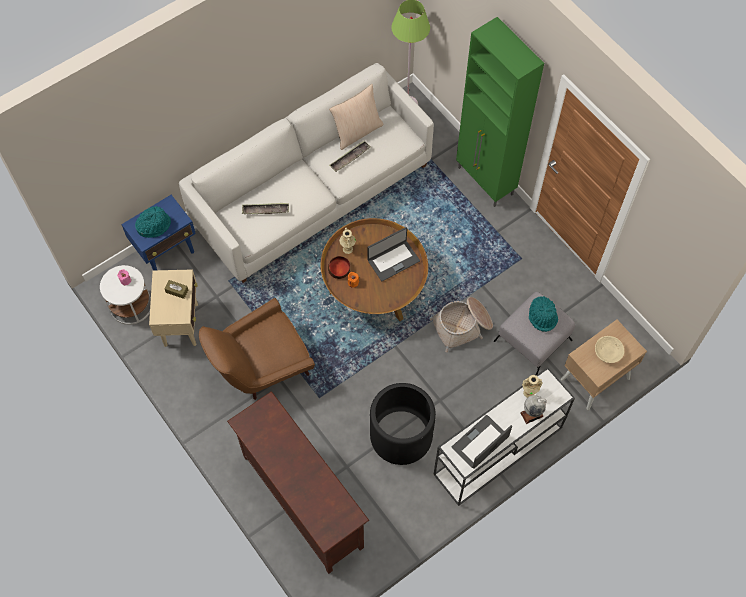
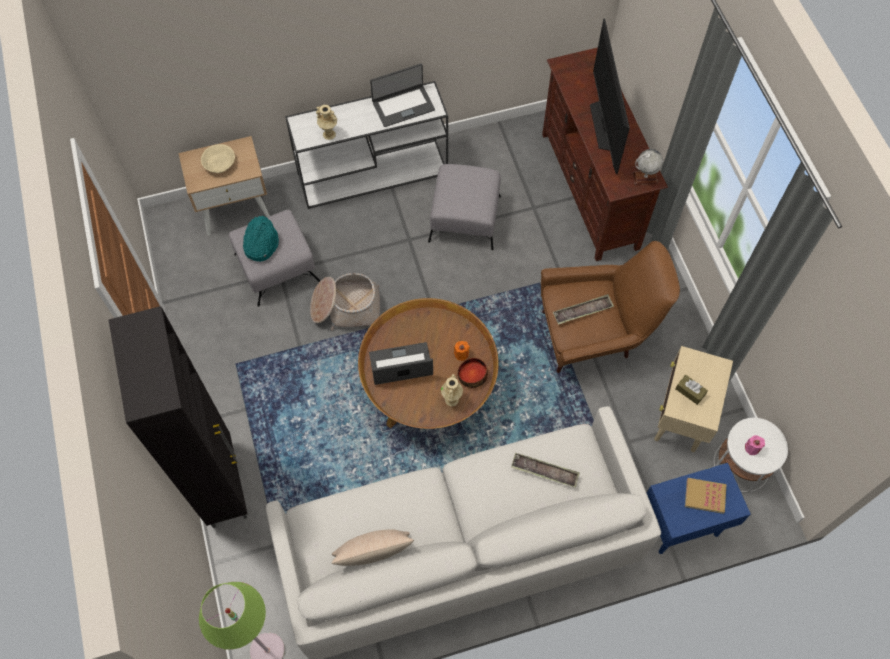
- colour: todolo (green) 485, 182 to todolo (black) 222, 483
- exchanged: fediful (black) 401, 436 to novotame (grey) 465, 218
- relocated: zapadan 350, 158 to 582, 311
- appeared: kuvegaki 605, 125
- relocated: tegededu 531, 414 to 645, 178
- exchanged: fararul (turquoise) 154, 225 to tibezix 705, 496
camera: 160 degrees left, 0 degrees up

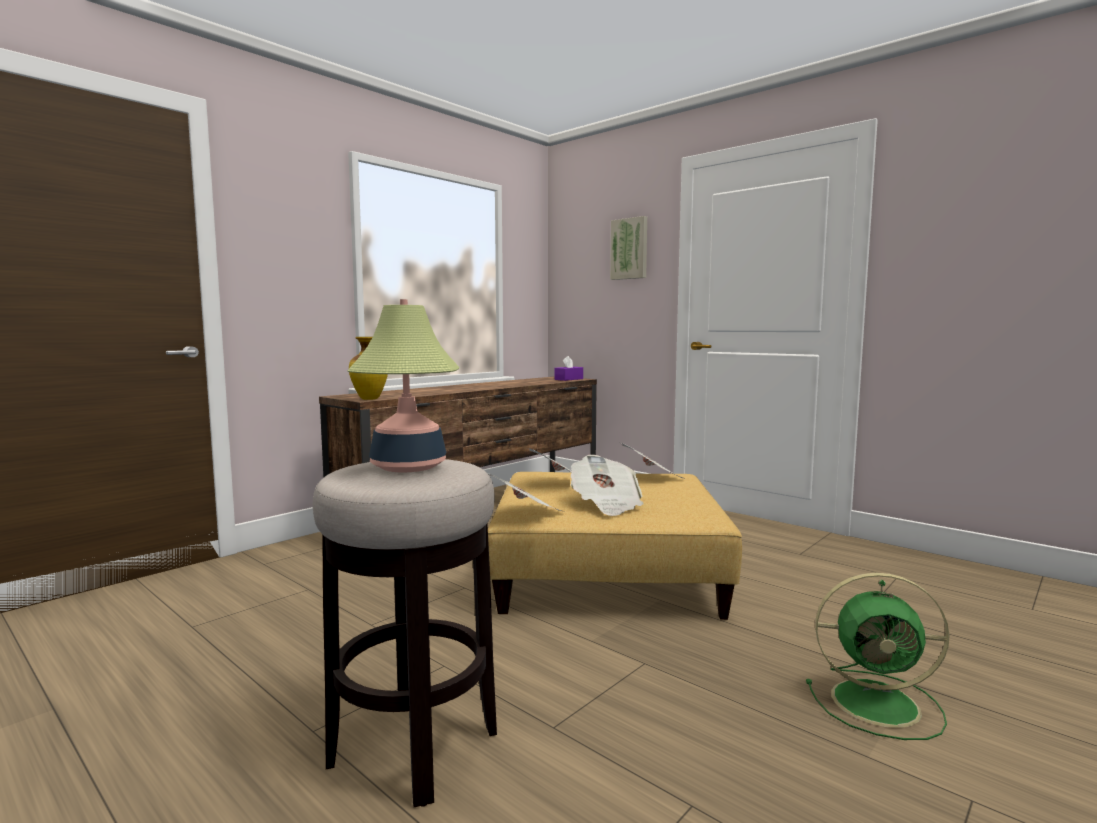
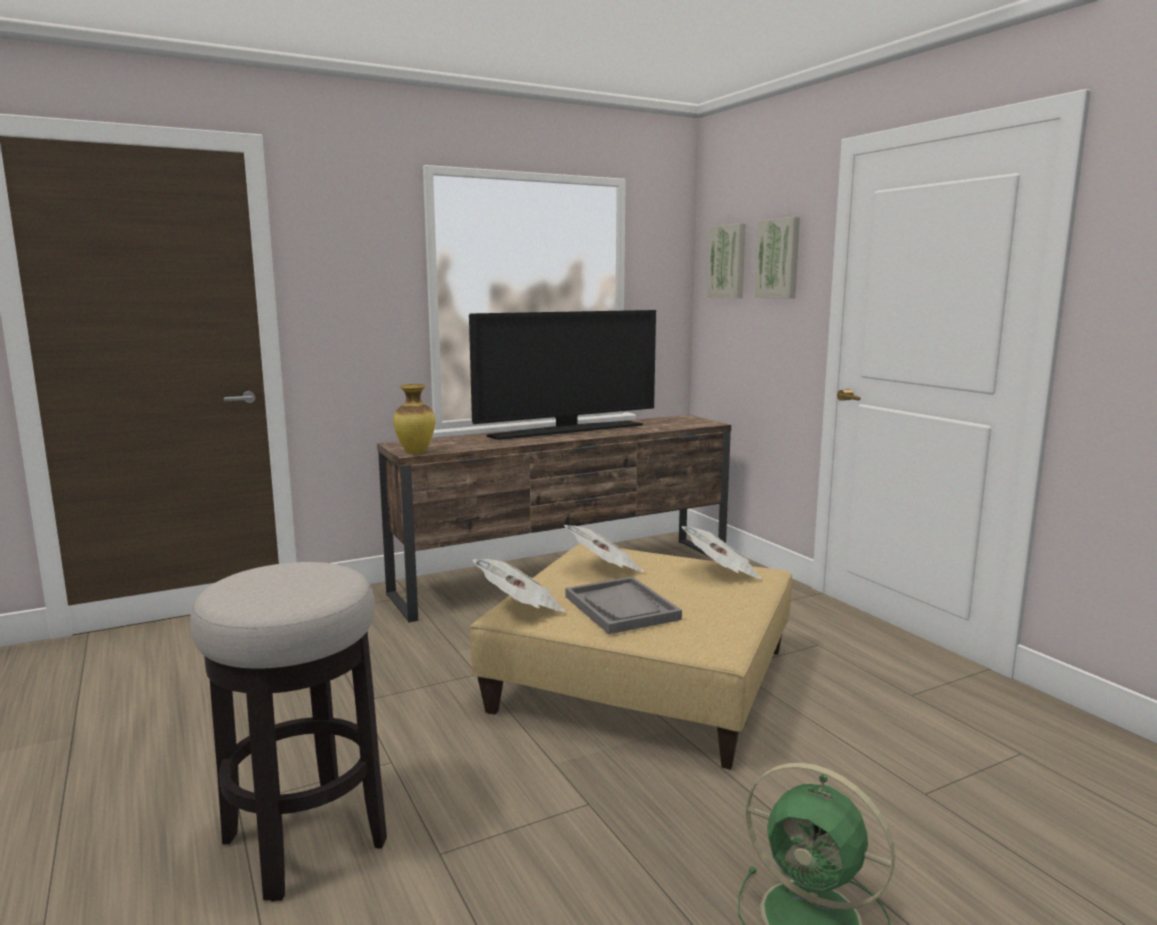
- appeared: kuvegaki 567, 431
- exchanged: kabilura 606, 505 to zapadan (grey) 622, 608
- appeared: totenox 728, 261
- missing: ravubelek 409, 466
- missing: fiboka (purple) 568, 379
camera: 20 degrees right, 5 degrees up

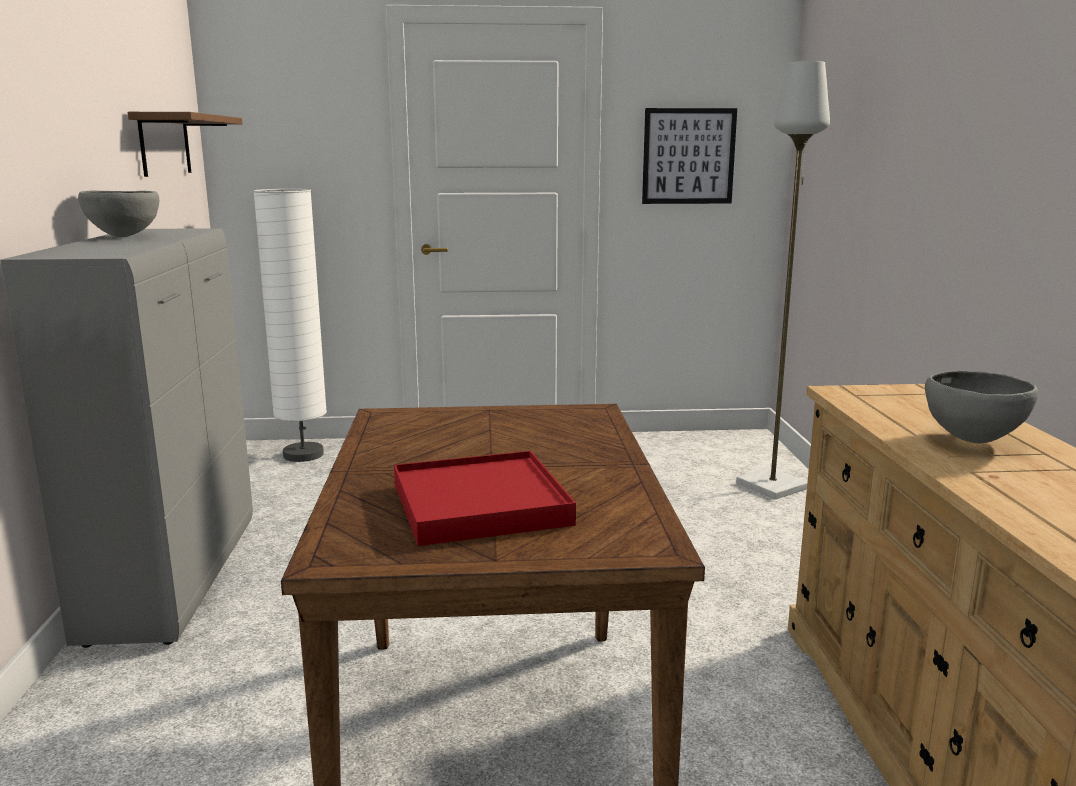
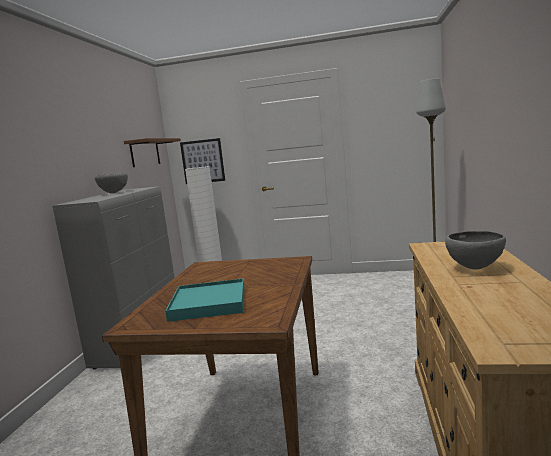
- colour: zapadan (red) 479, 504 to zapadan (turquoise) 208, 303
- relocated: totenox 688, 156 to 202, 161
camera: 15 degrees right, 5 degrees down

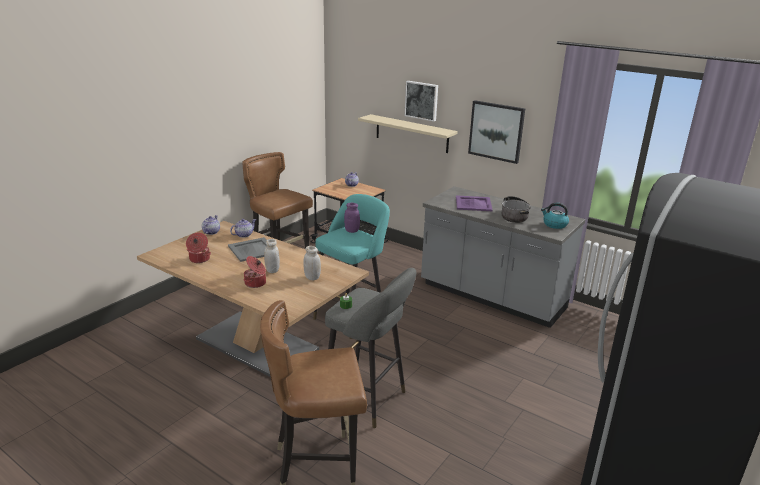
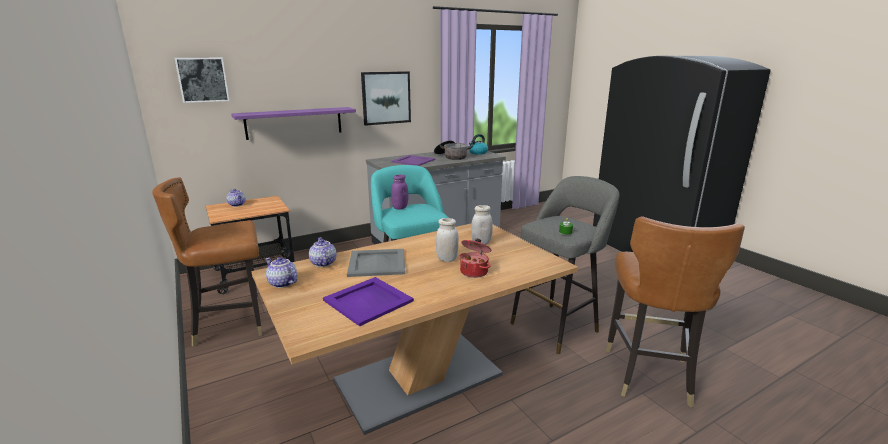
- relocated: totenox 422, 100 to 202, 79
- colour: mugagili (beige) 411, 133 to mugagili (purple) 294, 123
- exchanged: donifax 199, 259 to zapadan (purple) 369, 300
camera: 65 degrees left, 5 degrees down

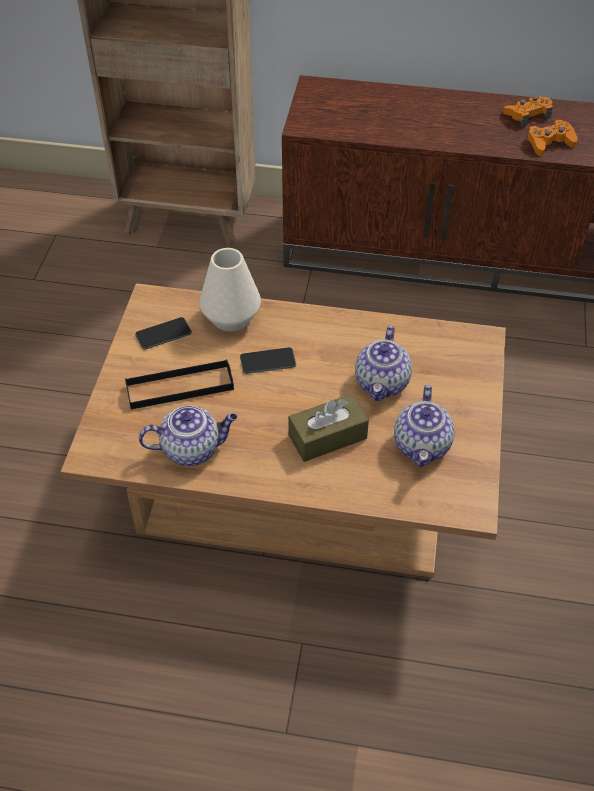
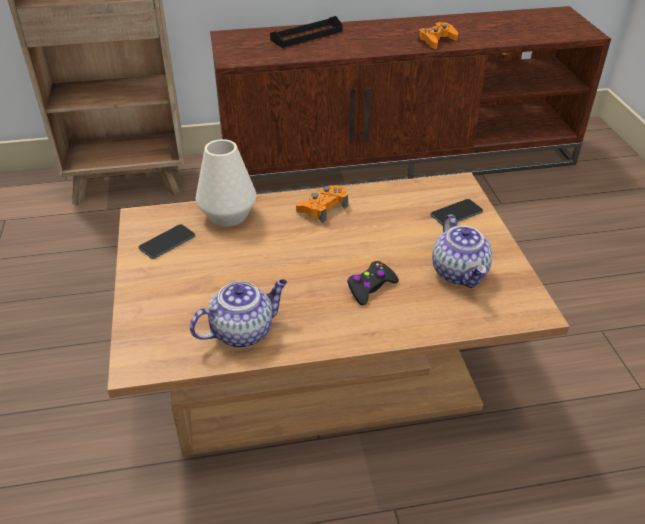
- relocated: zapadan (black) 180, 387 to 306, 35
- relocated: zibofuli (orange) 527, 115 to 323, 208
- exchanged: fiboka (brown) 327, 437 to zibofuli (black) 370, 287
- relocated: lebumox 267, 361 to 456, 213
- missing: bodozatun 382, 383
camera: 20 degrees left, 10 degrees down

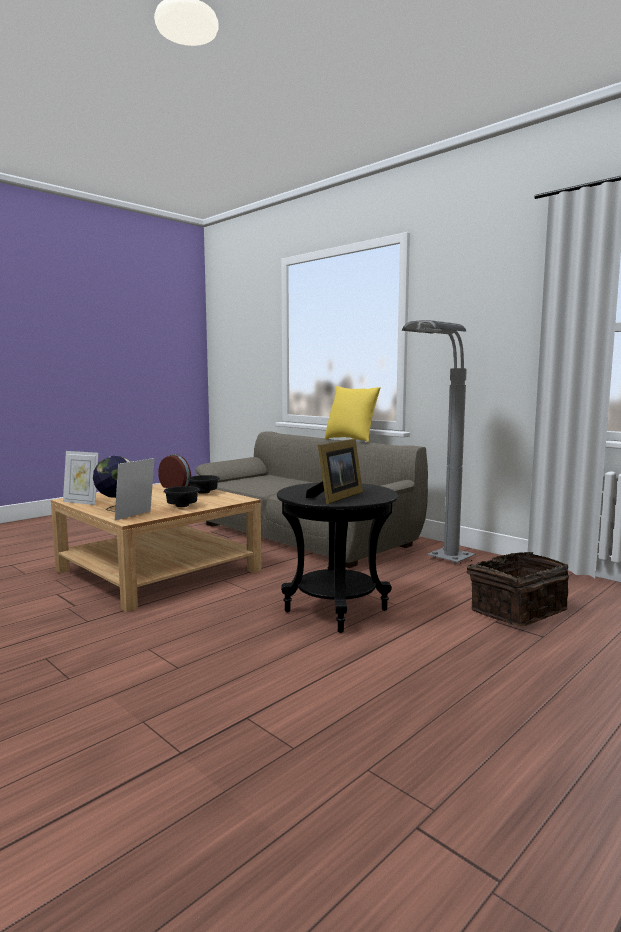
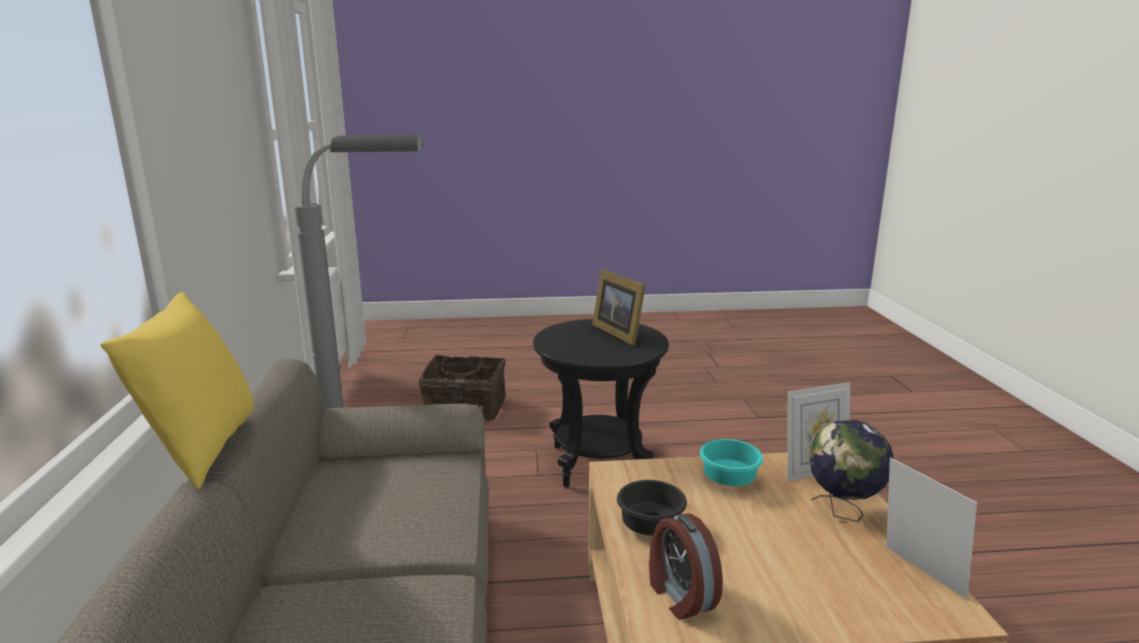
- spun: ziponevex 336, 497 = 619, 332 105 degrees counterclockwise
- colour: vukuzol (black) 181, 506 to vukuzol (turquoise) 729, 481
camera: 140 degrees left, 10 degrees up

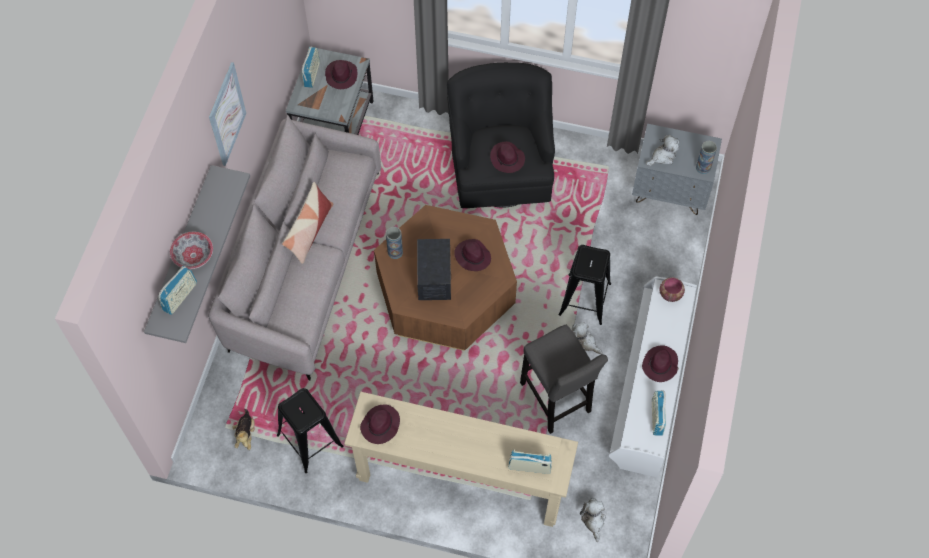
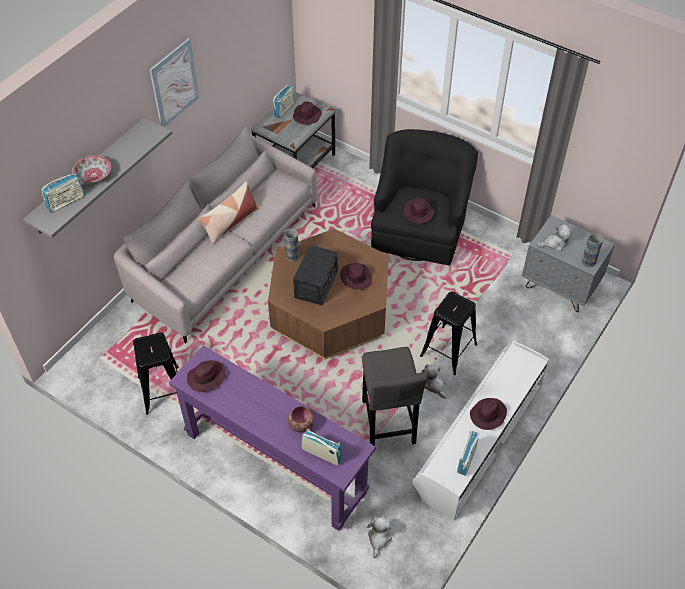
- colour: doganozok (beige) 461, 479 to doganozok (purple) 275, 463
- relocated: vukuzol 670, 294 to 301, 424
- missing: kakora 246, 434
camera: 20 degrees right, 10 degrees down

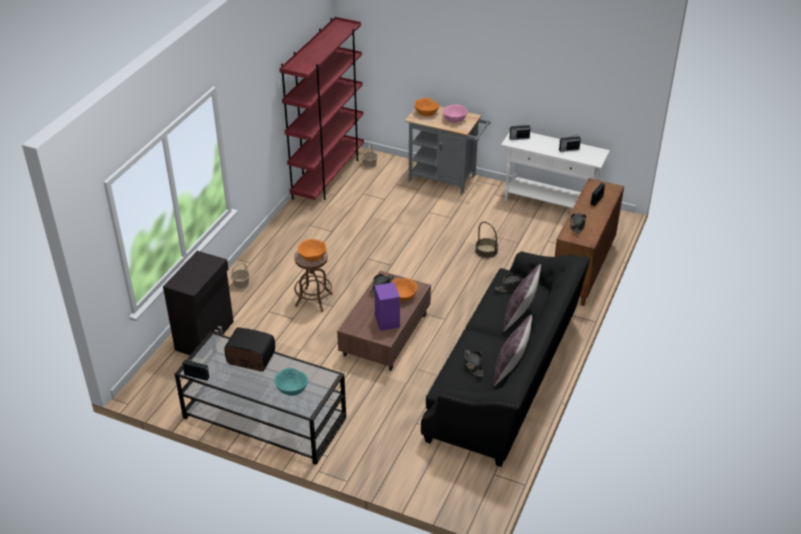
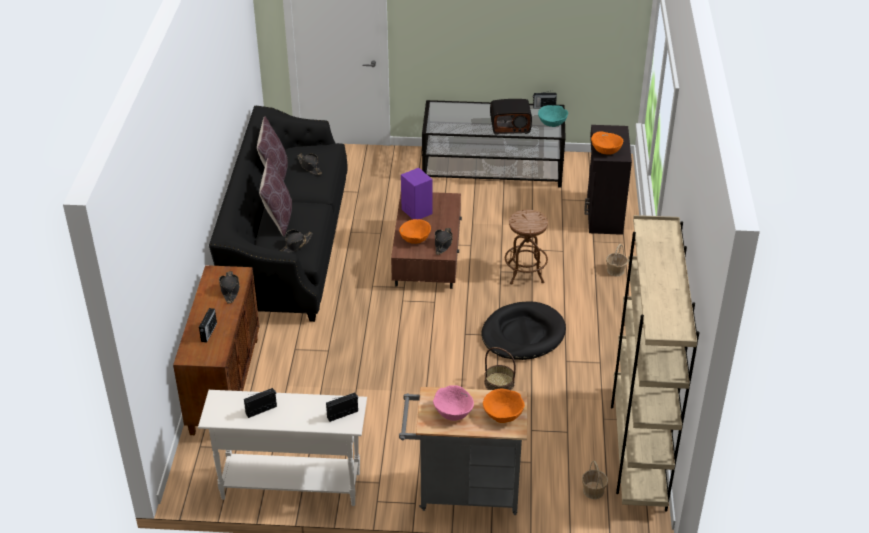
- appeared: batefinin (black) 523, 334
- relocated: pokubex 486, 251 to 499, 383
- relocated: vukuzol (turquoise) 292, 388 to 552, 123
- relocated: vukuzol (orange) 312, 256 to 606, 150
- colour: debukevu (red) 328, 176 to debukevu (beige) 637, 450
camera: 160 degrees right, 0 degrees up

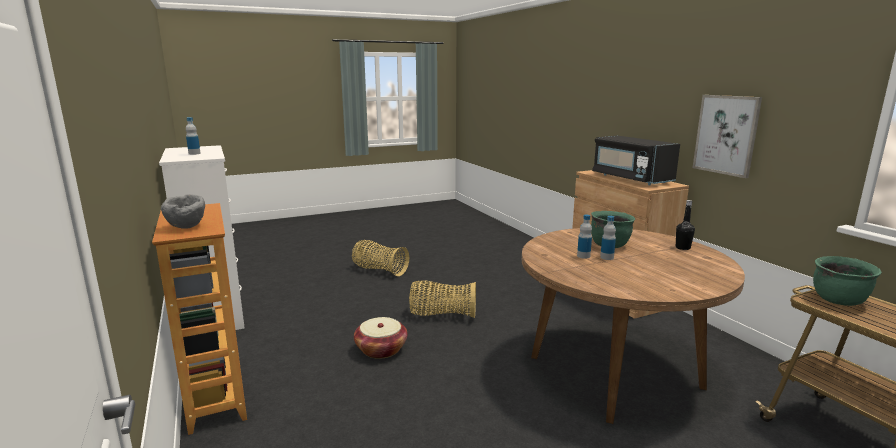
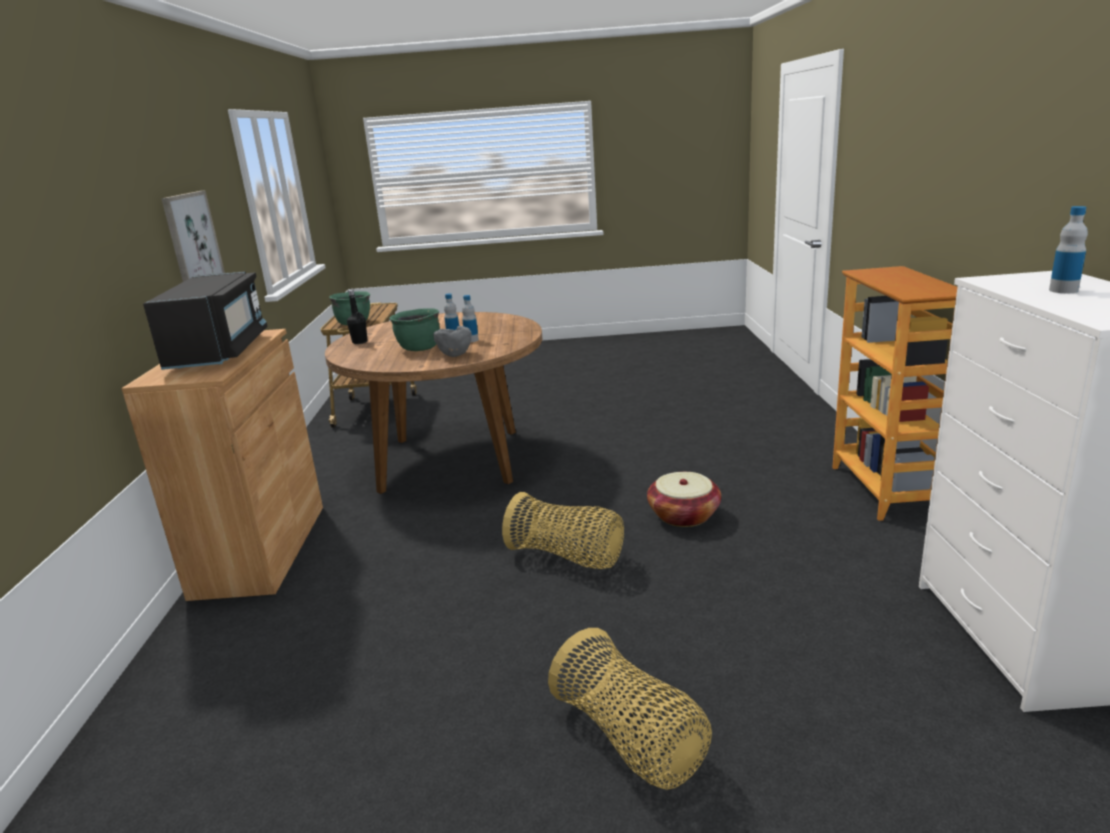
- relocated: vukuzol (grey) 187, 227 to 454, 355
camera: 155 degrees left, 5 degrees up

